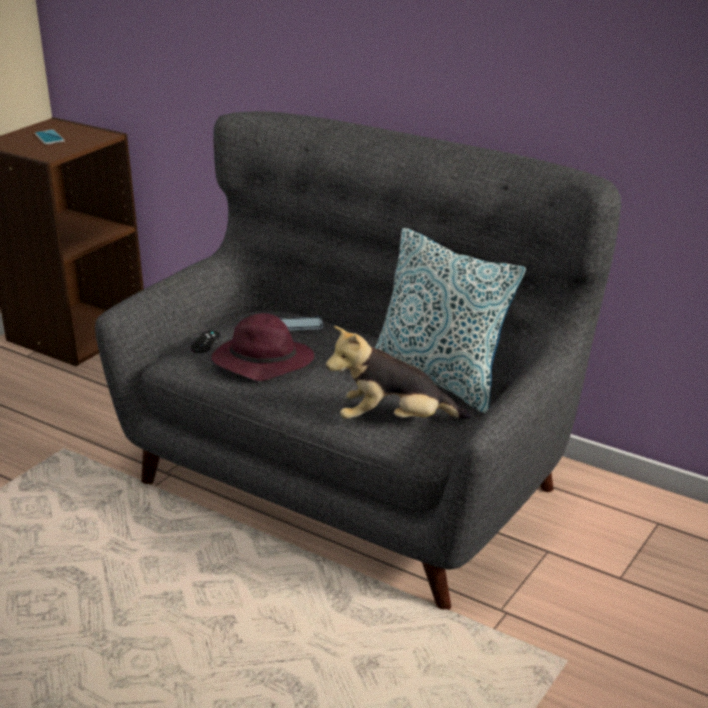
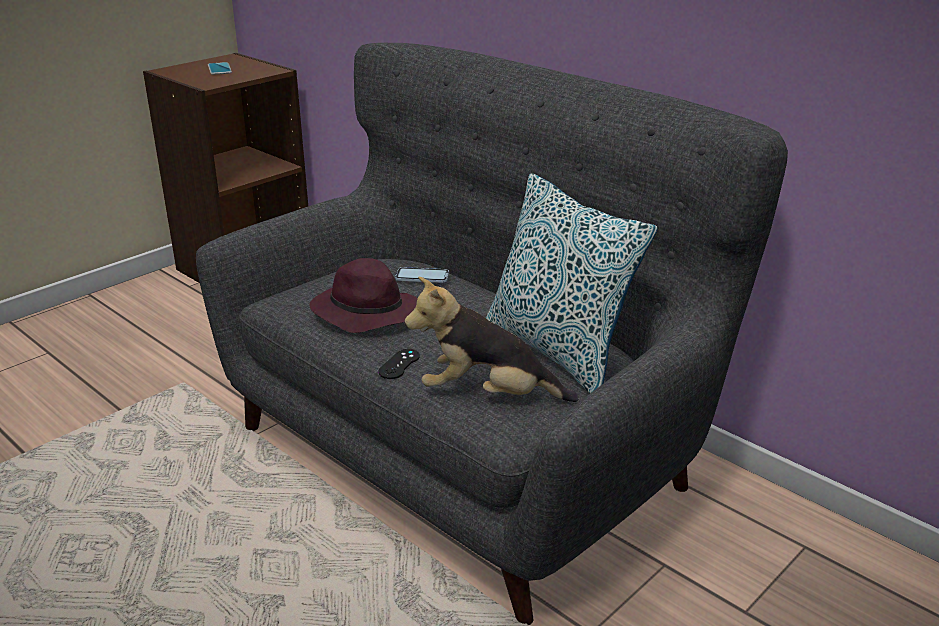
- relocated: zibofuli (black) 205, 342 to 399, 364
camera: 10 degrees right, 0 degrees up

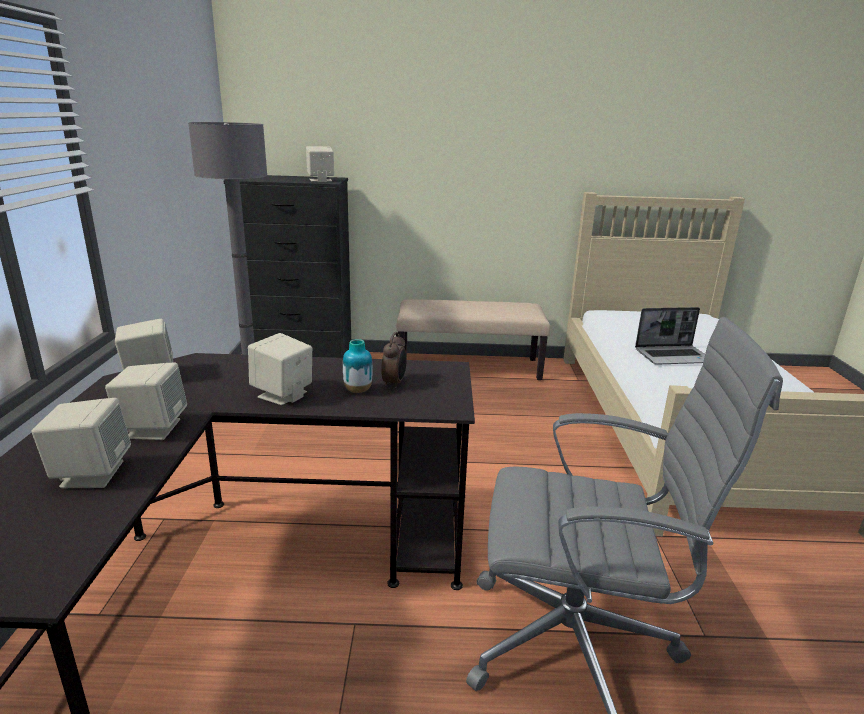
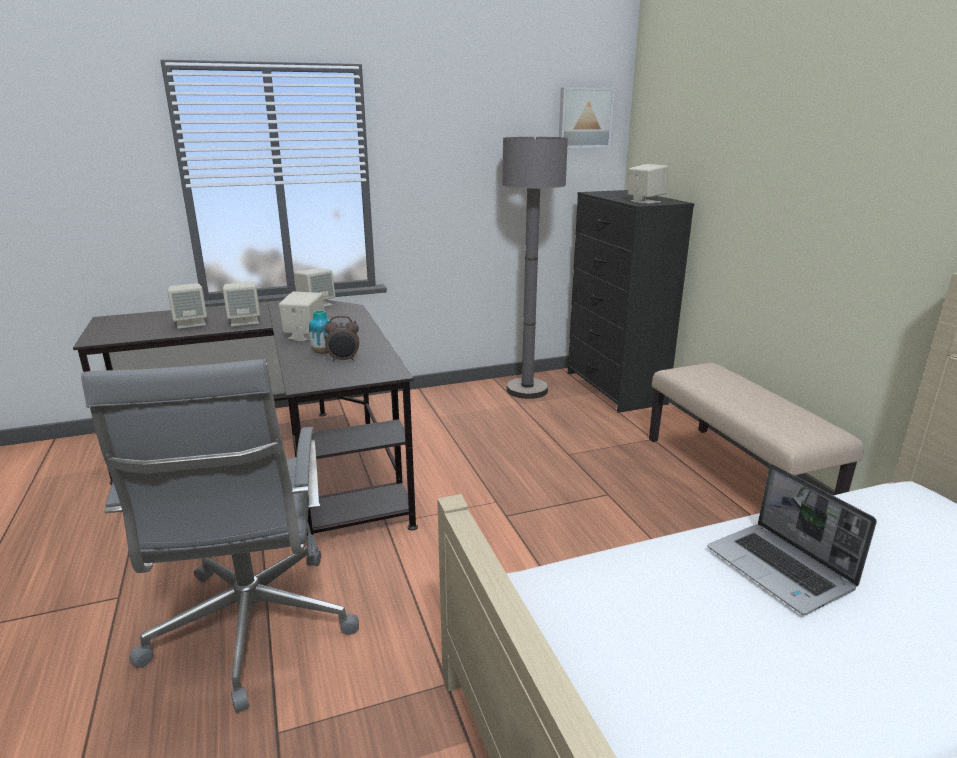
- appeared: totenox 584, 118
camera: 70 degrees right, 0 degrees up

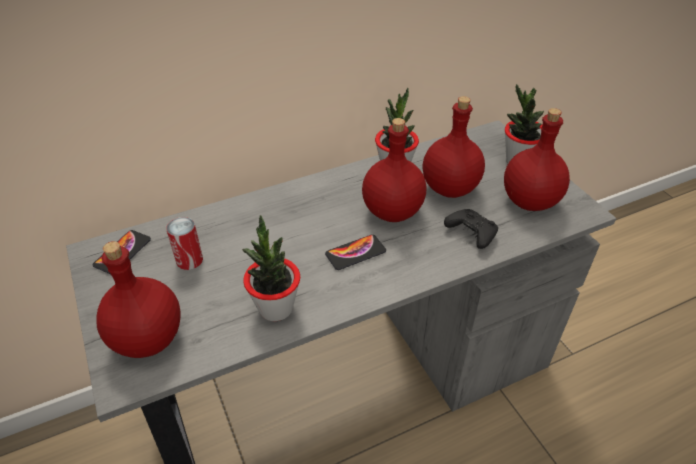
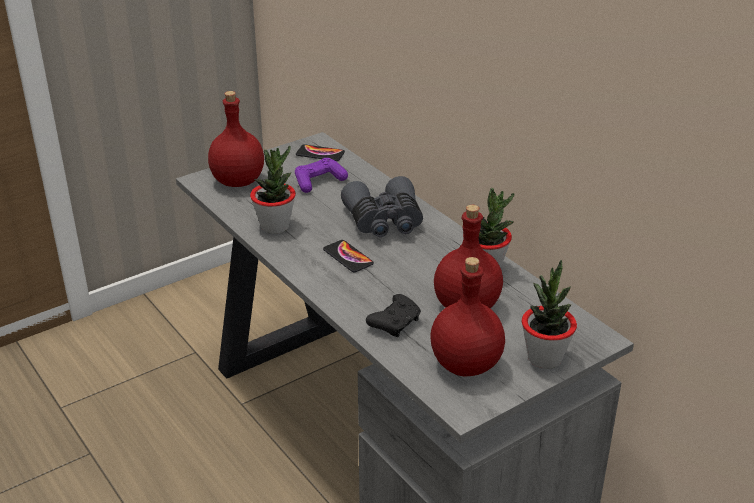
- exchanged: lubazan 189, 260 to zibofuli (purple) 319, 181
- appeared: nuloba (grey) 384, 221
- missing: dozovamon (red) 391, 212
camera: 80 degrees right, 10 degrees down

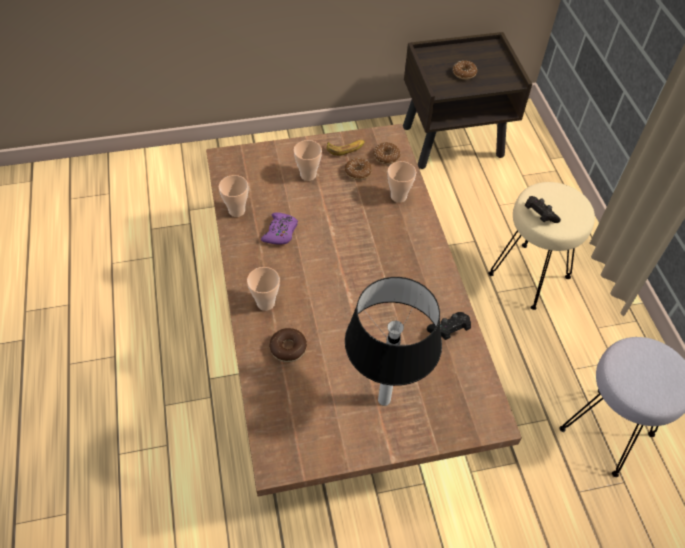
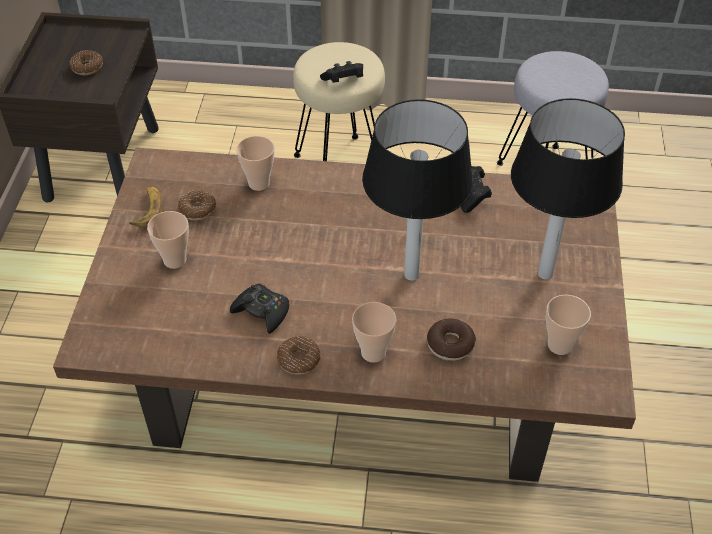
- colour: zibofuli (purple) 280, 232 to zibofuli (black) 262, 312
- relocated: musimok 386, 156 to 298, 359
- appeared: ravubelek 410, 275
- relocated: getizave 237, 211 to 559, 345
camera: 70 degrees left, 5 degrees down

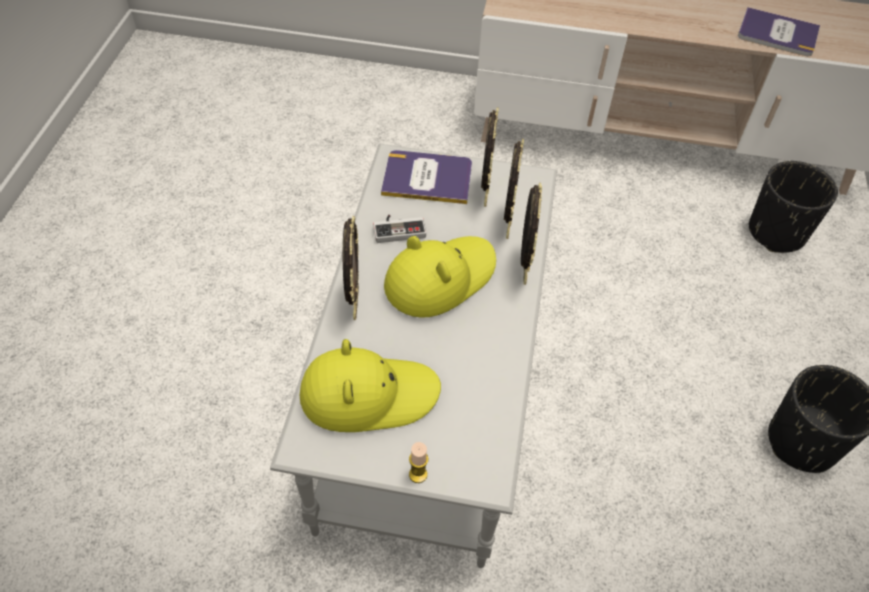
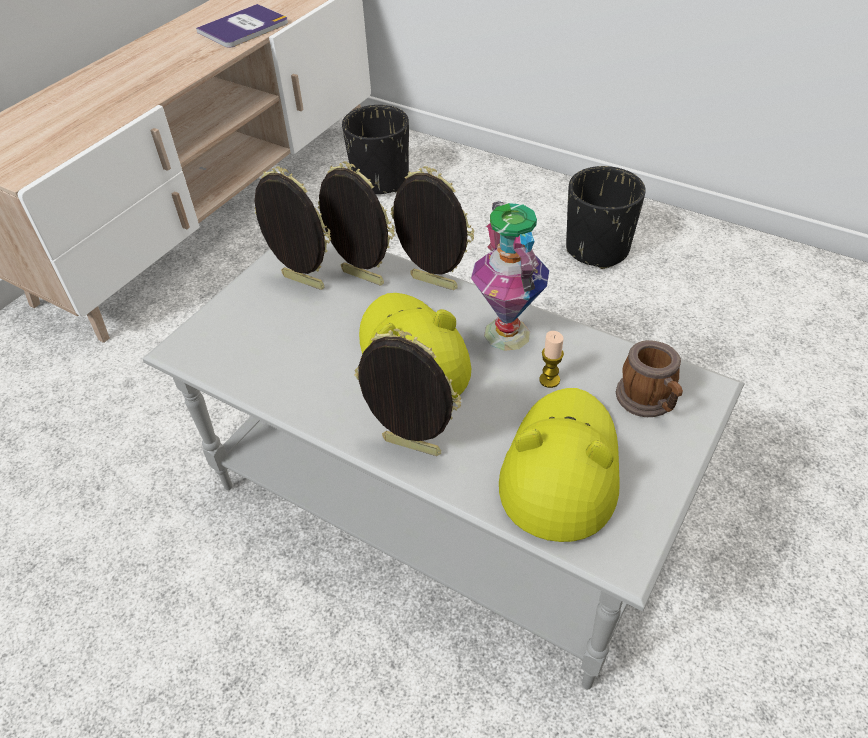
- appeared: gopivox 508, 333
- relocated: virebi 418, 474 to 549, 380
- appeared: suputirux 649, 401
- missing: zibofuli 398, 228
- missing: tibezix 427, 178
camera: 65 degrees left, 5 degrees down

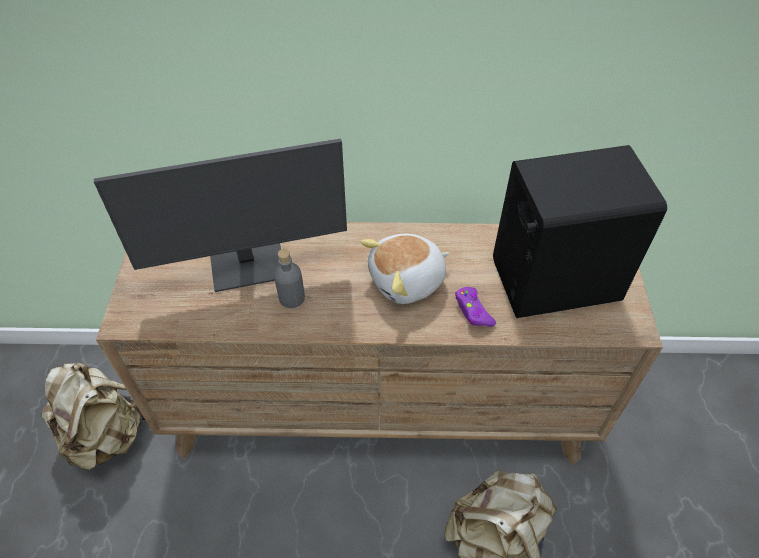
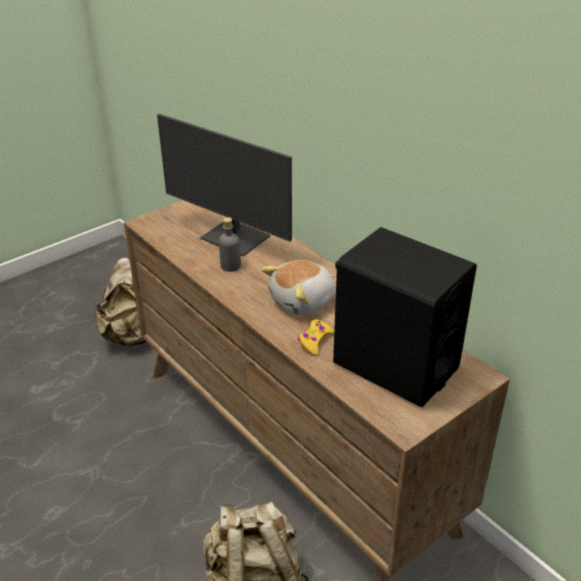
- spun: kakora 407, 281 = 303, 301 60 degrees counterclockwise
- colour: zibofuli (purple) 473, 311 to zibofuli (yellow) 315, 341
camera: 50 degrees right, 15 degrees down

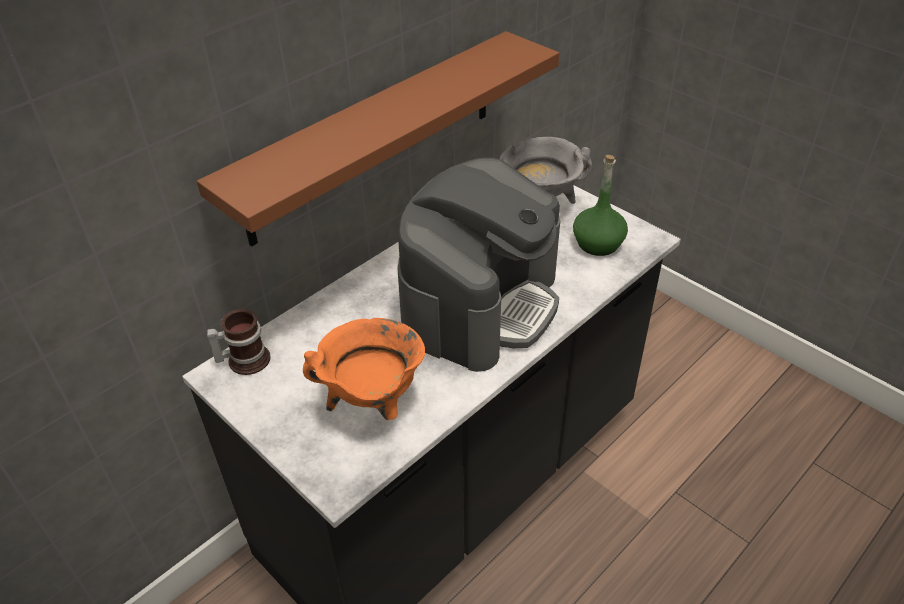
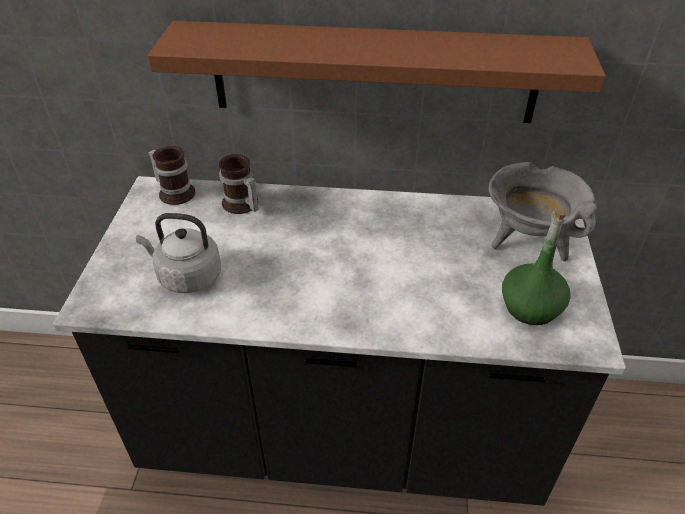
- exchanged: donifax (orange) 373, 403 to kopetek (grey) 186, 276
- appeared: suputirux 241, 205
- missing: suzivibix 480, 303
camera: 50 degrees right, 0 degrees up

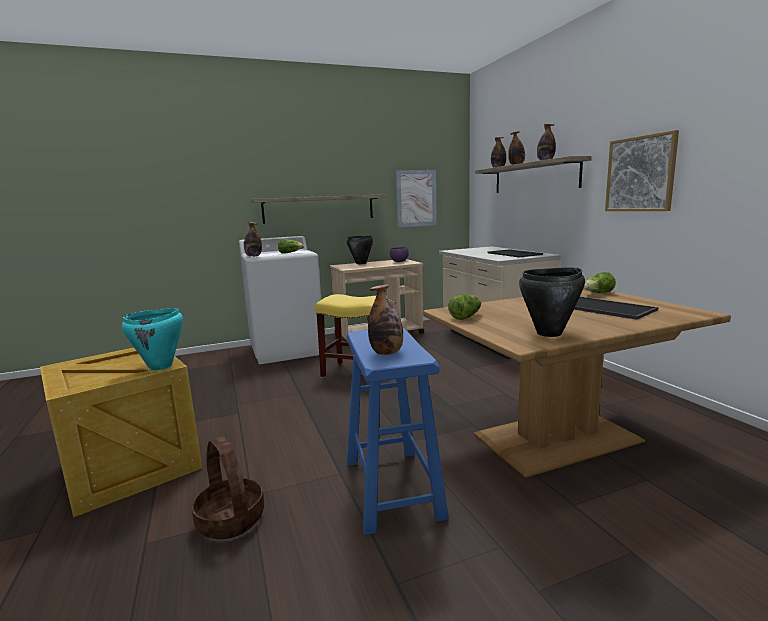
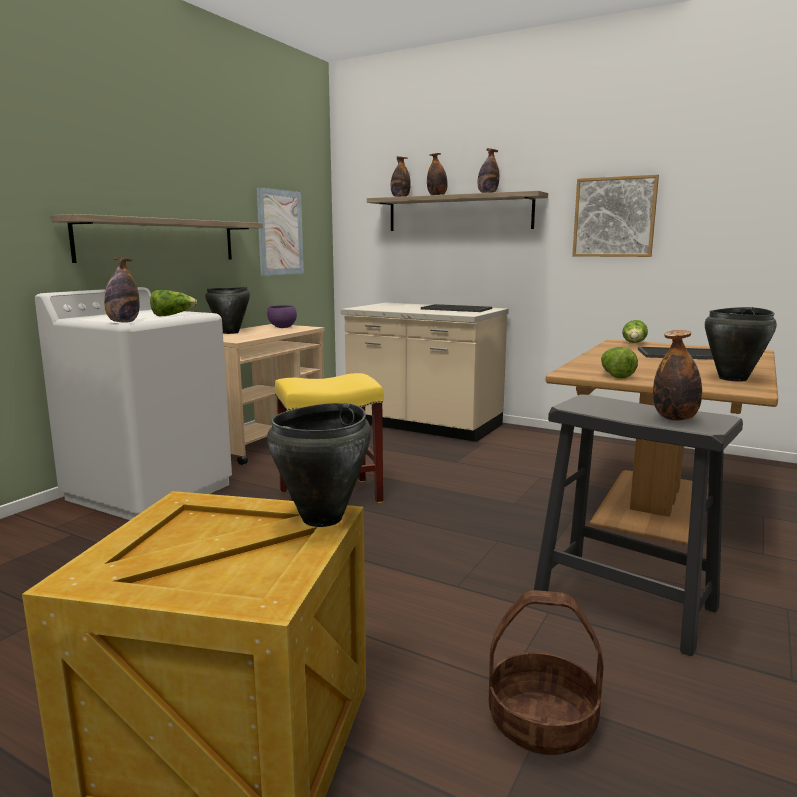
- colour: donifax (turquoise) 161, 367 to donifax (black) 323, 518
- colour: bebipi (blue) 392, 487 to bebipi (black) 623, 602
camera: 40 degrees left, 0 degrees up

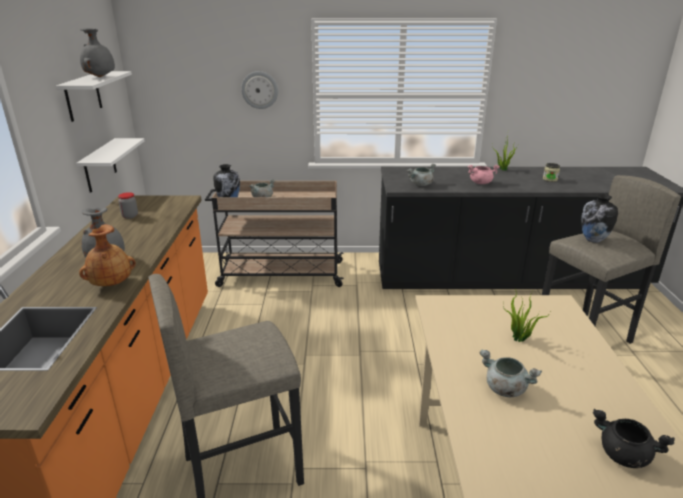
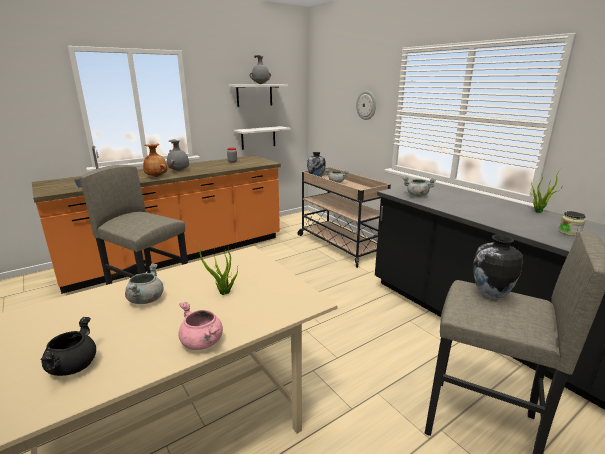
- relocated: donifax (pink) 481, 183 to 203, 342
camera: 55 degrees right, 5 degrees down

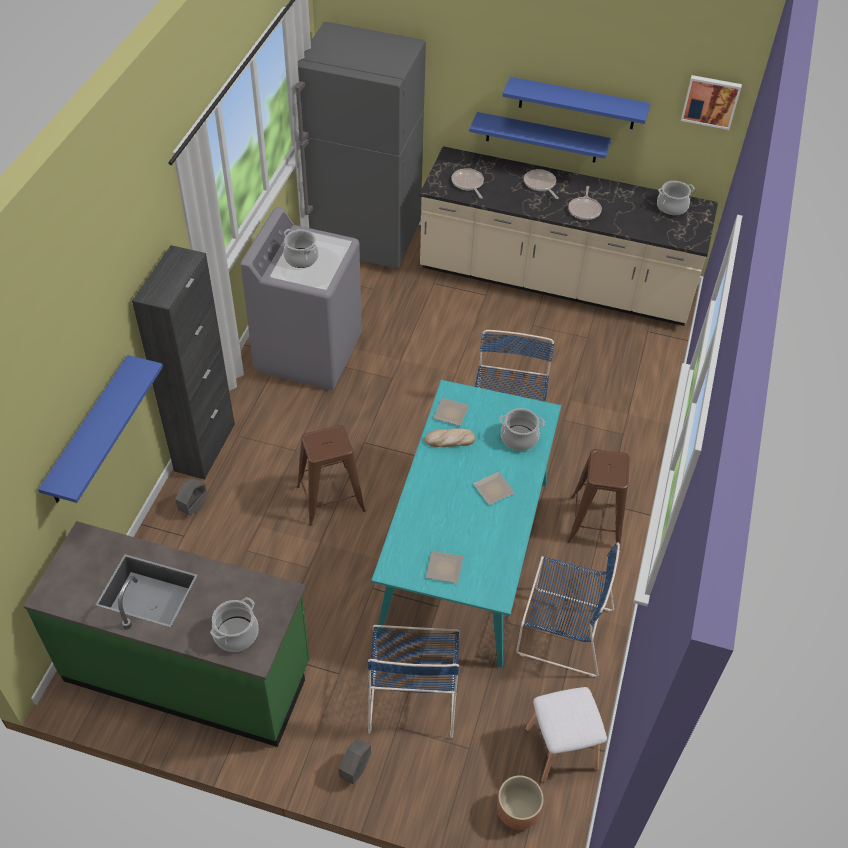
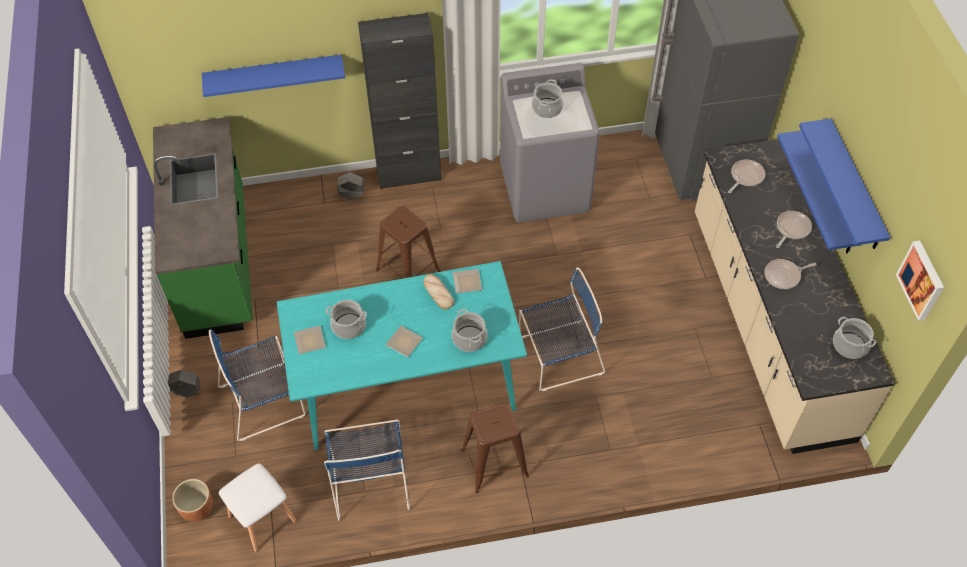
- relocated: donifax 236, 633 to 349, 326
camera: 65 degrees right, 5 degrees up

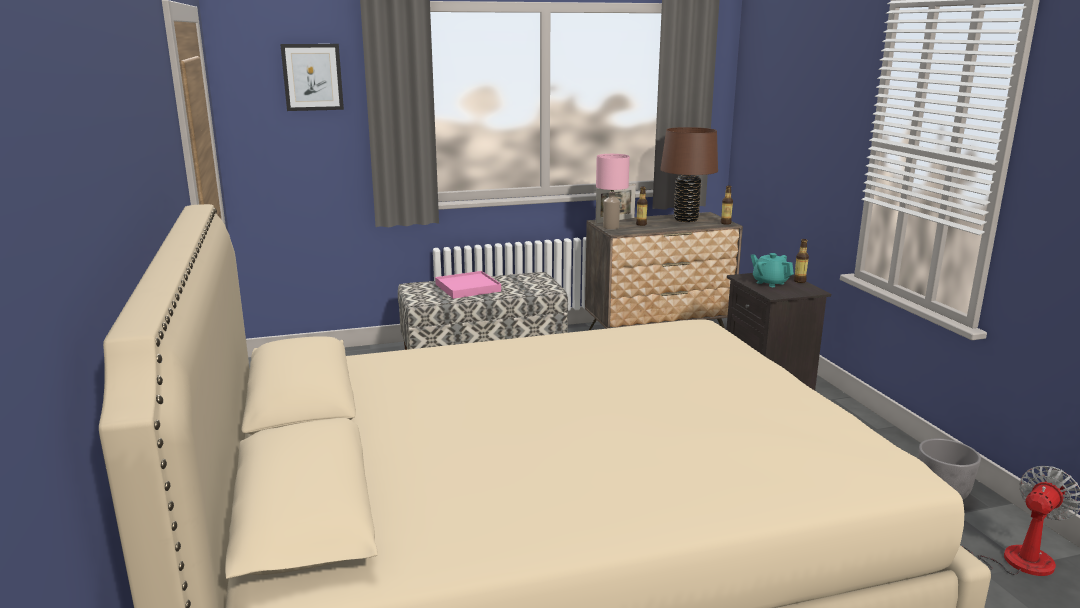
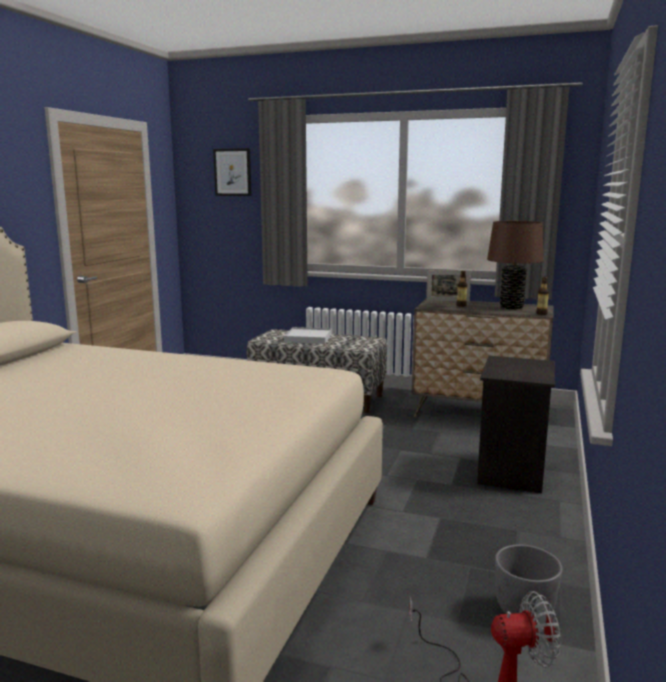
- colour: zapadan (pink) 467, 288 to zapadan (white) 308, 338
- missing: ravubelek (pink) 610, 227
- missing: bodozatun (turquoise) 770, 283
- missing: dozovamon 799, 281
camera: 35 degrees right, 5 degrees down

